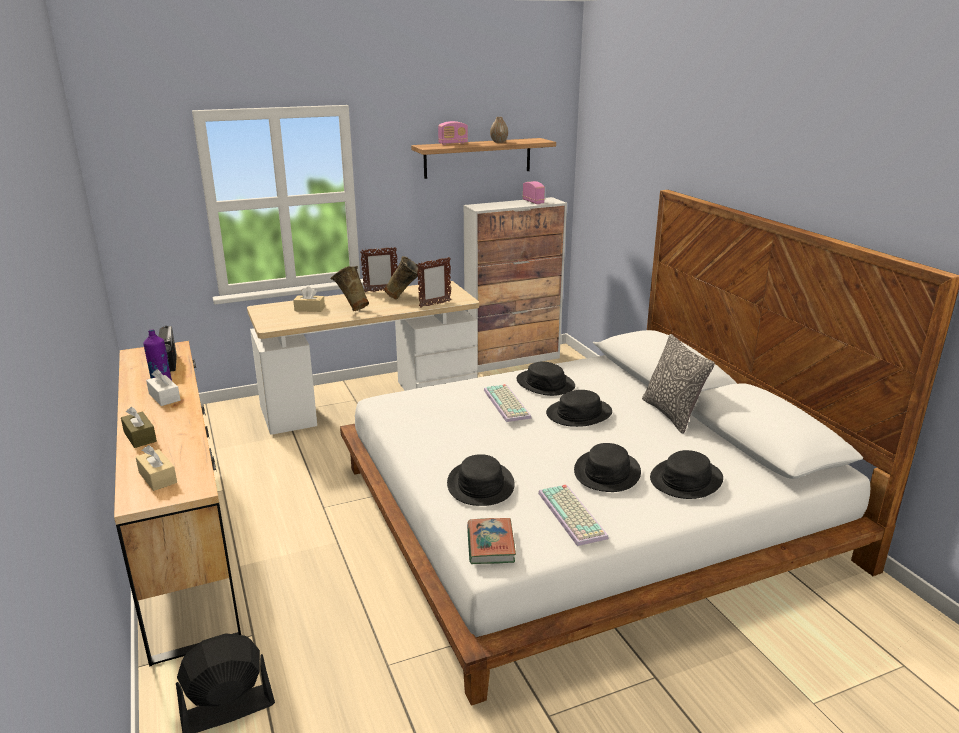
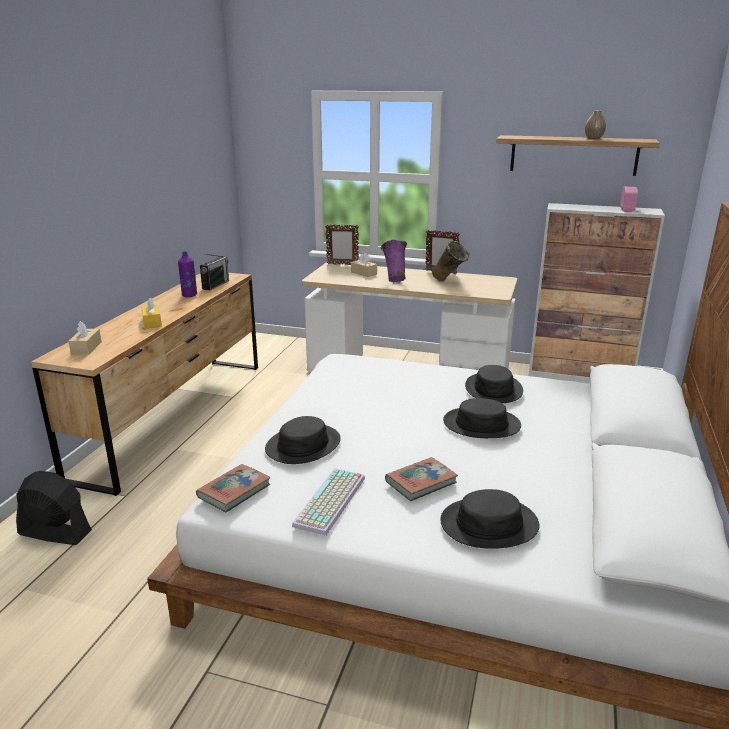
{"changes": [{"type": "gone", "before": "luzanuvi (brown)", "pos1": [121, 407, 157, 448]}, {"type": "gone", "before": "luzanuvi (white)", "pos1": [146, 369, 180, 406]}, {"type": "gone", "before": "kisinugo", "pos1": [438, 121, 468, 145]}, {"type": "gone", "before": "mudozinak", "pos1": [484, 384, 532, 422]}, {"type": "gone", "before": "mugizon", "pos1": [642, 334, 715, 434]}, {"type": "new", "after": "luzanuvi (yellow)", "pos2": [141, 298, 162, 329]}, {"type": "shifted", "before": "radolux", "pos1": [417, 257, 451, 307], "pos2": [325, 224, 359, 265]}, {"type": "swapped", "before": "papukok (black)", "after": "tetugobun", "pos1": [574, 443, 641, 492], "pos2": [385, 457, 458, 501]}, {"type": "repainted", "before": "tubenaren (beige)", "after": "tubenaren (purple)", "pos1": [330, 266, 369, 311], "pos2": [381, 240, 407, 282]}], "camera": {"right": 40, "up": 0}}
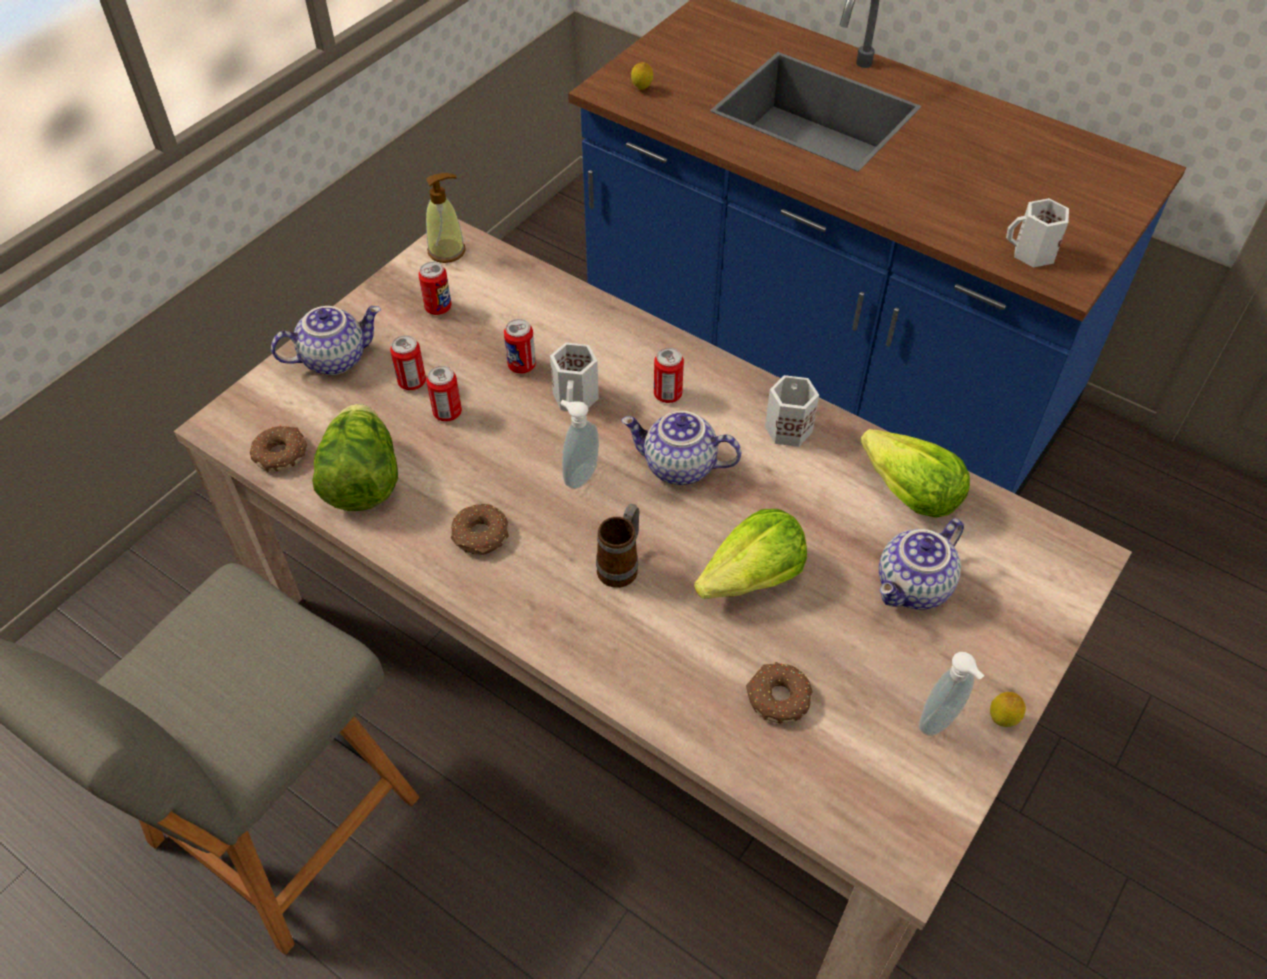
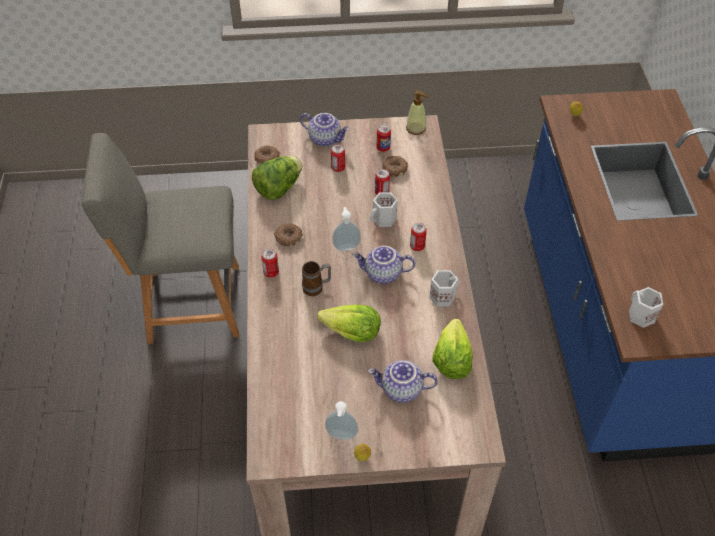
{"changes": [{"type": "shifted", "before": "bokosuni", "pos1": [426, 366, 462, 421], "pos2": [261, 249, 279, 278]}, {"type": "shifted", "before": "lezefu", "pos1": [746, 662, 813, 724], "pos2": [382, 156, 408, 177]}, {"type": "rotated", "before": "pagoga", "pos1": [621, 411, 741, 485], "pos2": [352, 246, 415, 284], "turn": -60}], "camera": {"right": 50, "up": 0}}
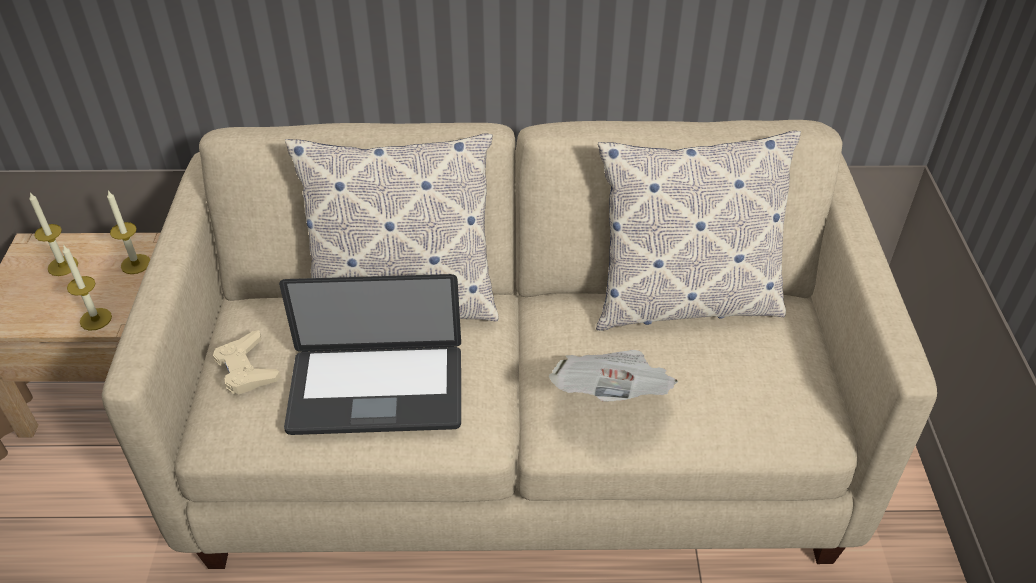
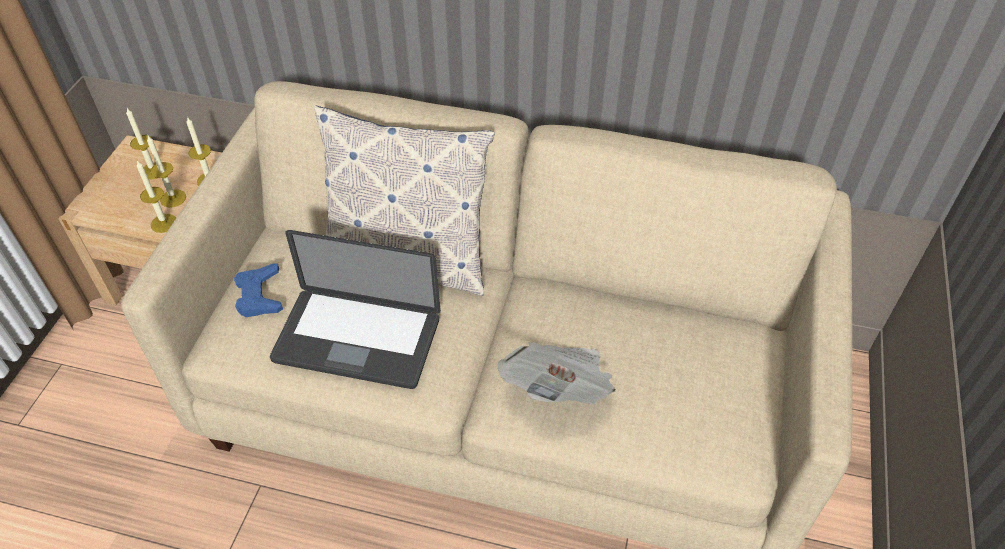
{"changes": [{"type": "gone", "before": "mugizon", "pos1": [596, 131, 801, 331]}, {"type": "new", "after": "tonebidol", "pos2": [147, 136, 186, 208]}, {"type": "repainted", "before": "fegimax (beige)", "after": "fegimax (blue)", "pos1": [213, 330, 281, 395], "pos2": [234, 264, 283, 317]}], "camera": {"right": 15, "up": 5}}
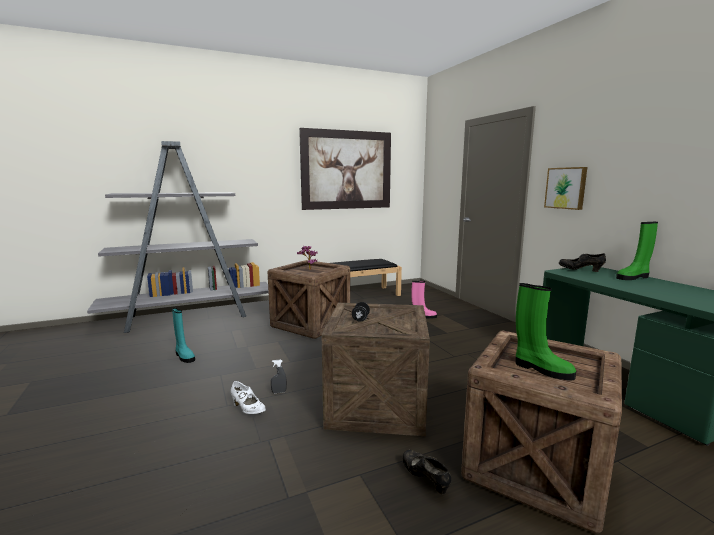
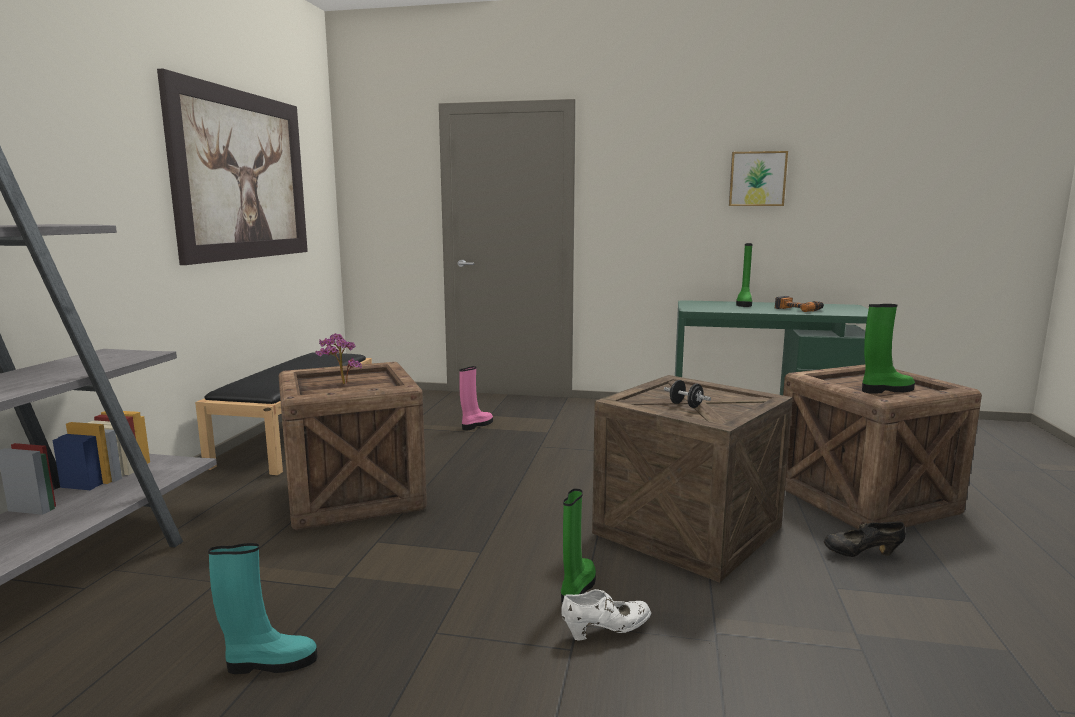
{"changes": [{"type": "gone", "before": "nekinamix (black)", "pos1": [559, 253, 606, 272]}, {"type": "new", "after": "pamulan", "pos2": [775, 296, 824, 312]}, {"type": "shifted", "before": "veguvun", "pos1": [544, 167, 587, 210], "pos2": [729, 151, 788, 206]}, {"type": "swapped", "before": "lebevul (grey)", "after": "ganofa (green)", "pos1": [271, 360, 287, 393], "pos2": [561, 489, 596, 603]}], "camera": {"right": -55, "up": 0}}
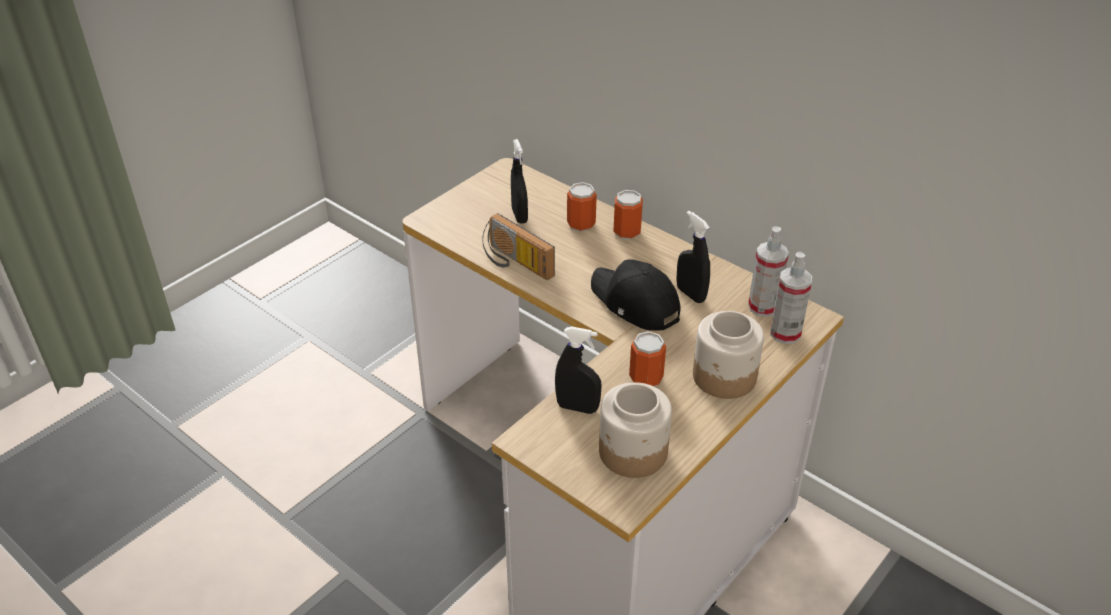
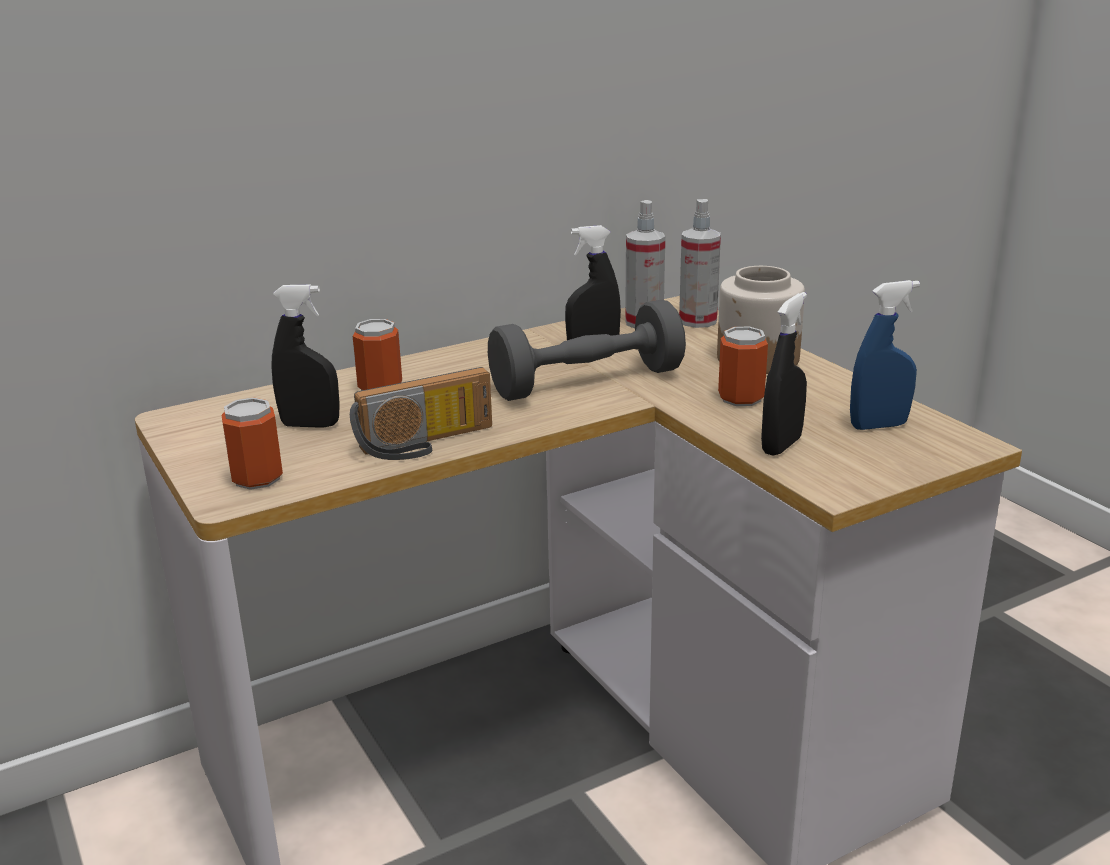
{"changes": [{"type": "shifted", "before": "bokosuni", "pos1": [613, 190, 643, 239], "pos2": [221, 398, 283, 490]}, {"type": "swapped", "before": "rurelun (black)", "after": "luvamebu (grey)", "pos1": [591, 259, 680, 331], "pos2": [488, 300, 686, 401]}, {"type": "swapped", "before": "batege", "after": "lebevul (blue)", "pos1": [599, 382, 672, 478], "pos2": [850, 280, 920, 430]}], "camera": {"right": -70, "up": -15}}
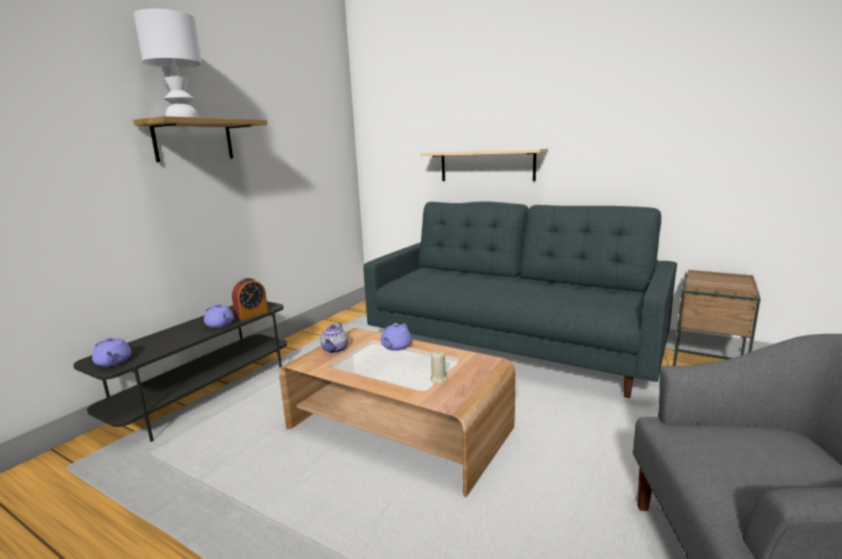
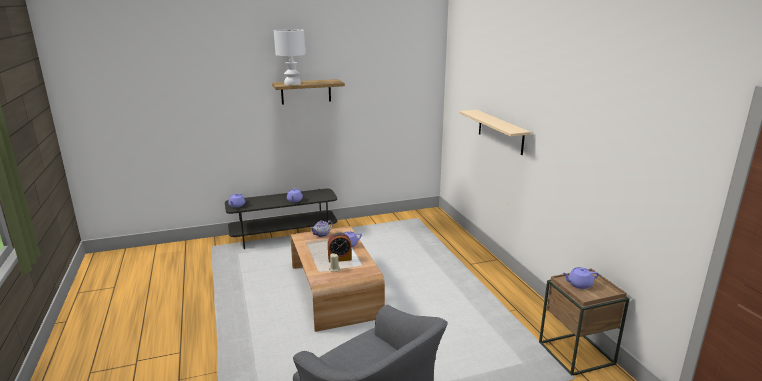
{"changes": [{"type": "gone", "before": "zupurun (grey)", "pos1": [363, 201, 677, 398]}, {"type": "new", "after": "pagoga (purple)", "pos2": [563, 267, 599, 289]}, {"type": "shifted", "before": "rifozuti", "pos1": [232, 278, 268, 320], "pos2": [328, 232, 352, 262]}], "camera": {"right": 40, "up": 5}}
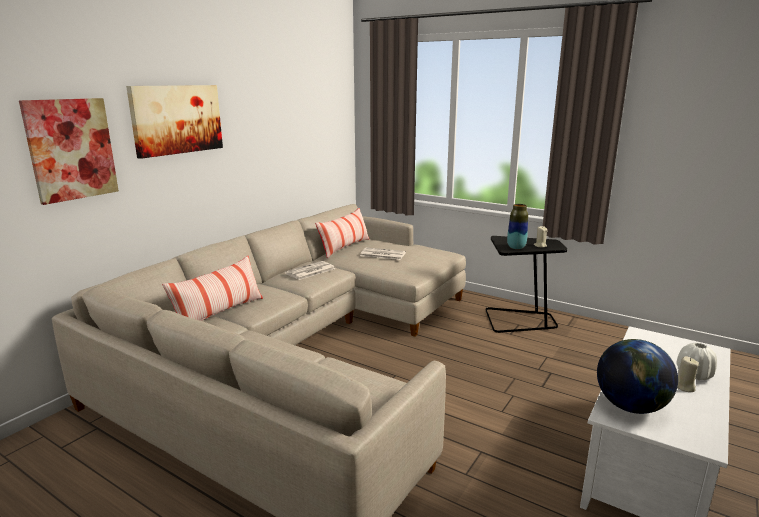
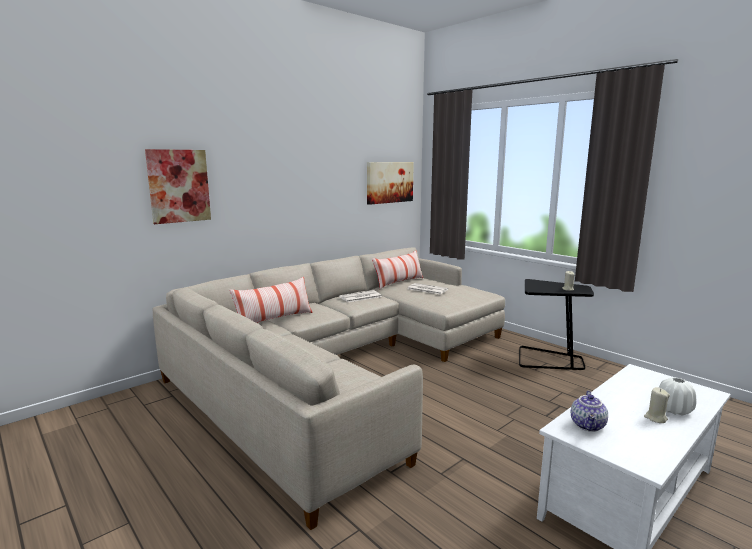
{"changes": [{"type": "gone", "before": "tubenaren", "pos1": [507, 204, 528, 249]}, {"type": "shifted", "before": "veguvun", "pos1": [126, 85, 223, 159], "pos2": [367, 162, 414, 205]}, {"type": "swapped", "before": "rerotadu", "after": "pagoga", "pos1": [597, 339, 678, 414], "pos2": [571, 391, 608, 432]}], "camera": {"right": 15, "up": -5}}
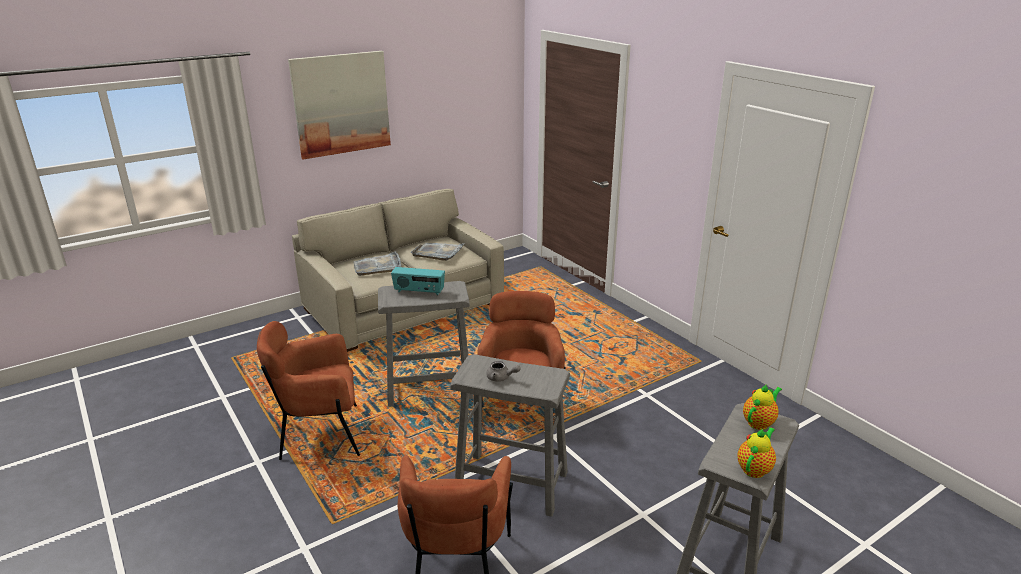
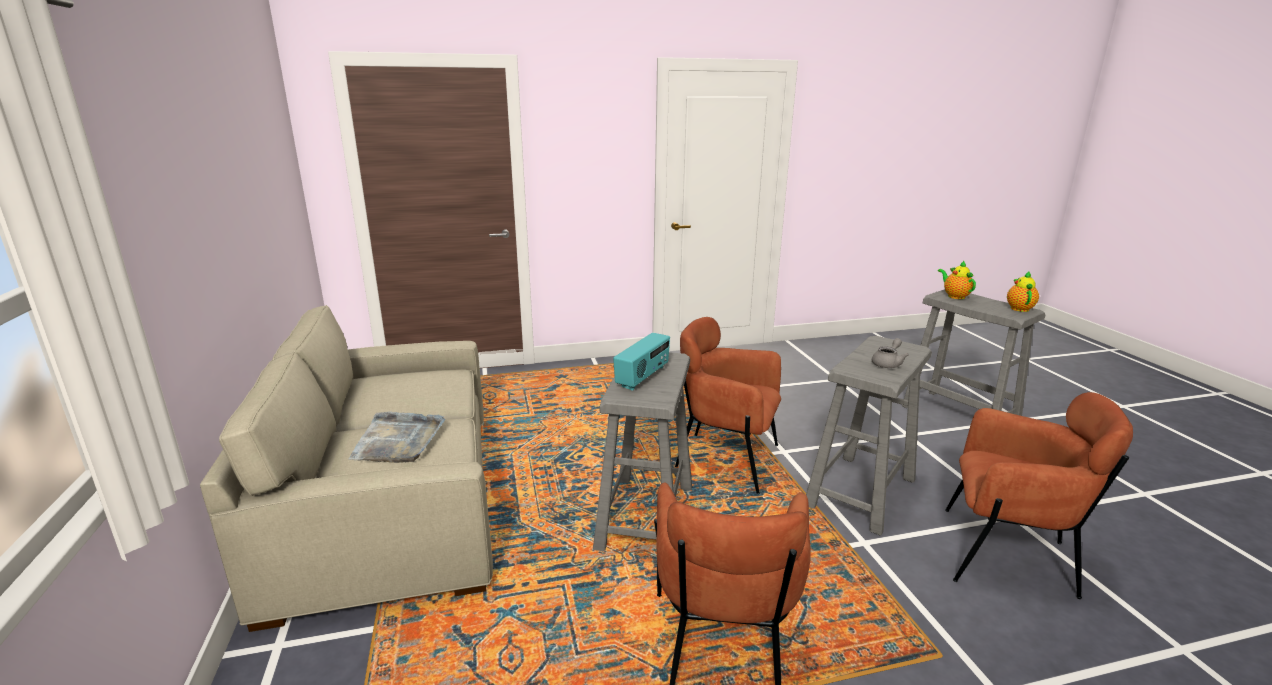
{"changes": [{"type": "gone", "before": "veguvun", "pos1": [288, 51, 391, 160]}, {"type": "gone", "before": "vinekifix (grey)", "pos1": [411, 243, 465, 261]}, {"type": "rotated", "before": "pagoga", "pos1": [737, 427, 776, 478], "pos2": [1007, 271, 1039, 312], "turn": 45}], "camera": {"right": -70, "up": -5}}
